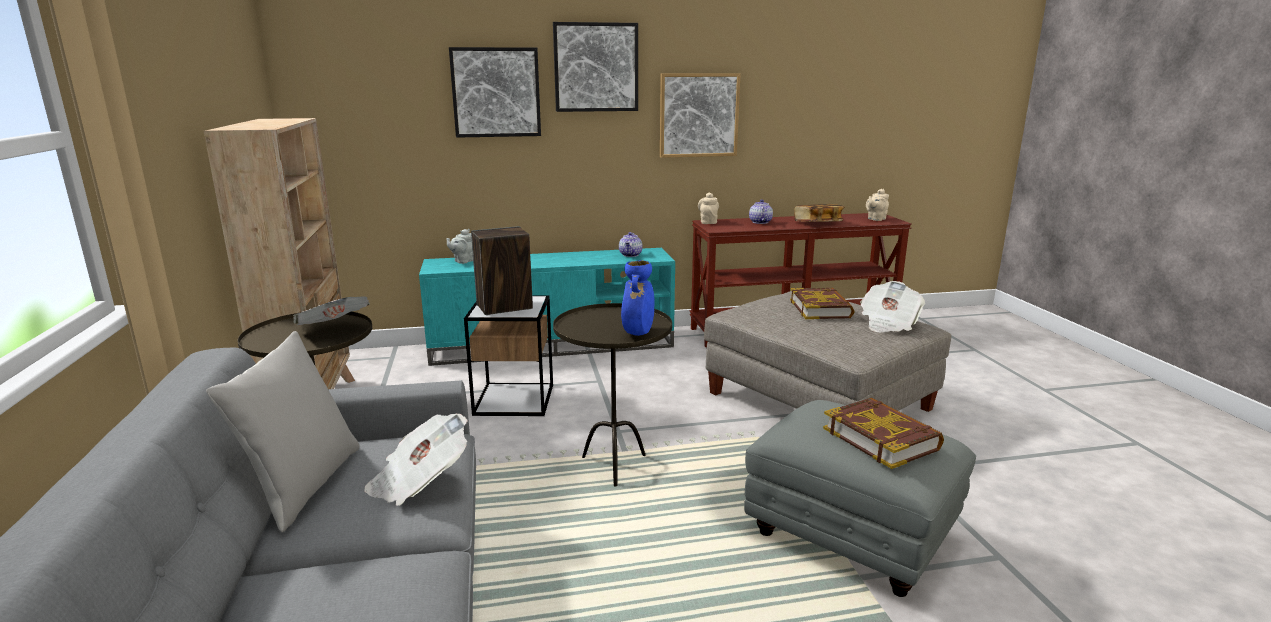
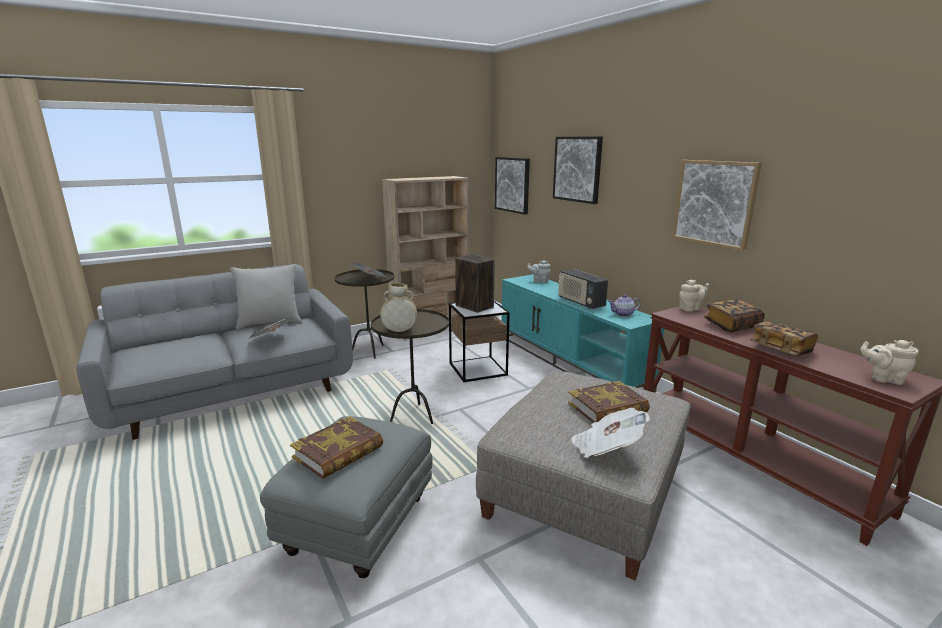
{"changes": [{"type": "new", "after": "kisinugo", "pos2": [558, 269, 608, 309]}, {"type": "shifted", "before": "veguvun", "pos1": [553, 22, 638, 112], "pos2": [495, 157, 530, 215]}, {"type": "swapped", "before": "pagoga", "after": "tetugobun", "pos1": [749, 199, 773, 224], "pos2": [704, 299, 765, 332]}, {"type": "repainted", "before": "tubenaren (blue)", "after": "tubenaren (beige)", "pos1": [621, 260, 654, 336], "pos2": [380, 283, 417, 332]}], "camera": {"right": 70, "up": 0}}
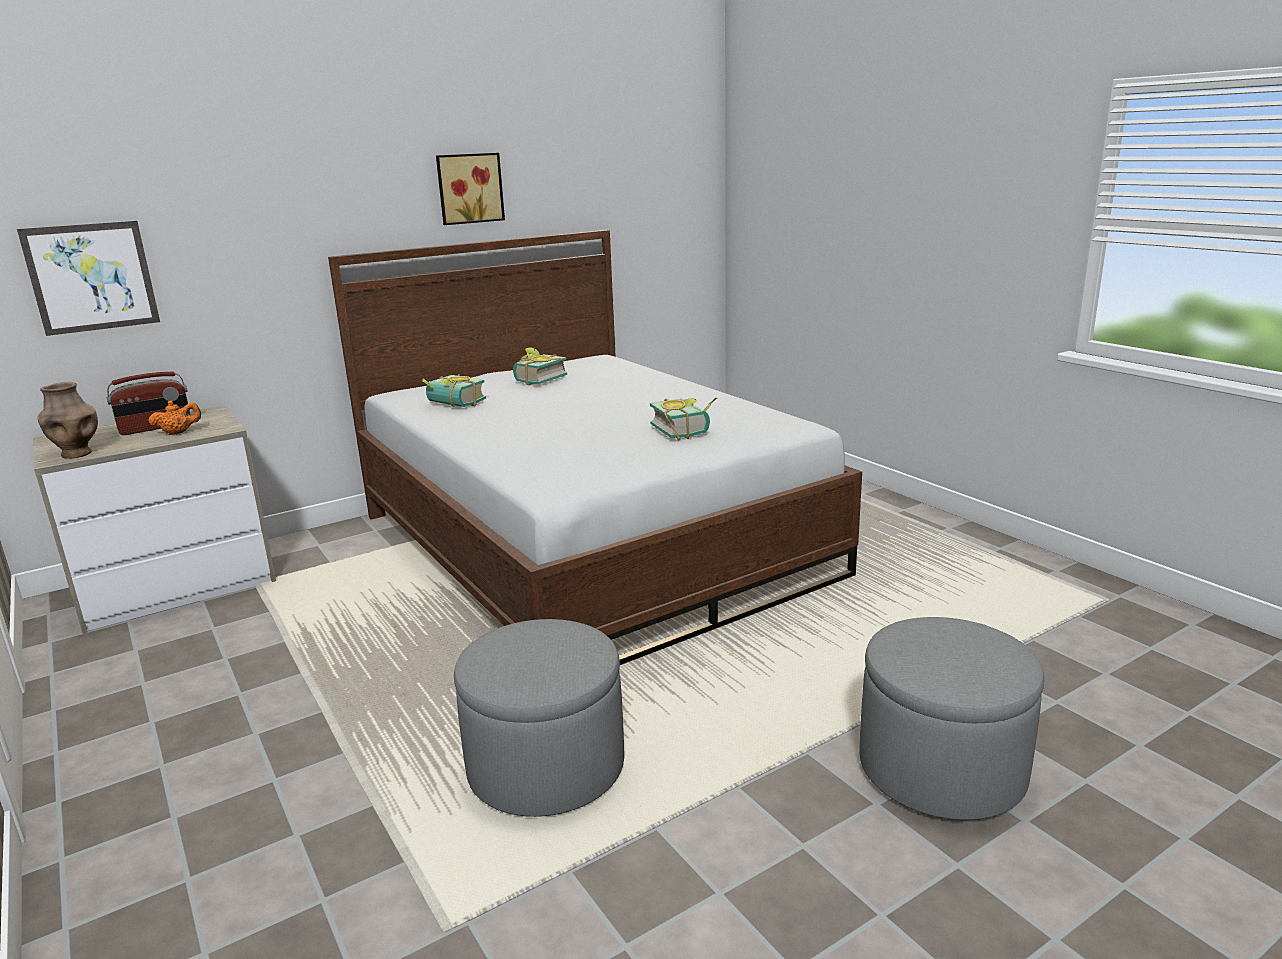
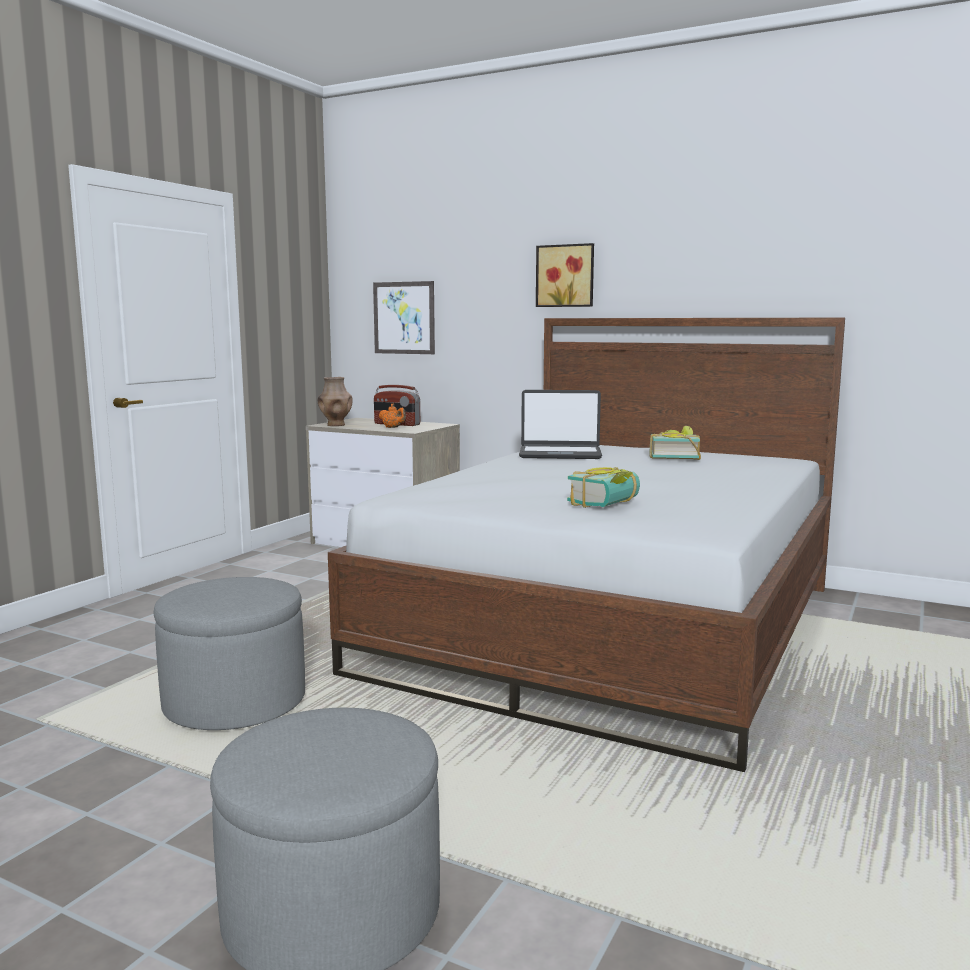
{"changes": [{"type": "shifted", "before": "veguvun", "pos1": [436, 153, 505, 225], "pos2": [536, 243, 594, 307]}, {"type": "swapped", "before": "tetugobun", "after": "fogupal", "pos1": [422, 374, 486, 407], "pos2": [519, 390, 602, 459]}], "camera": {"right": 60, "up": -10}}
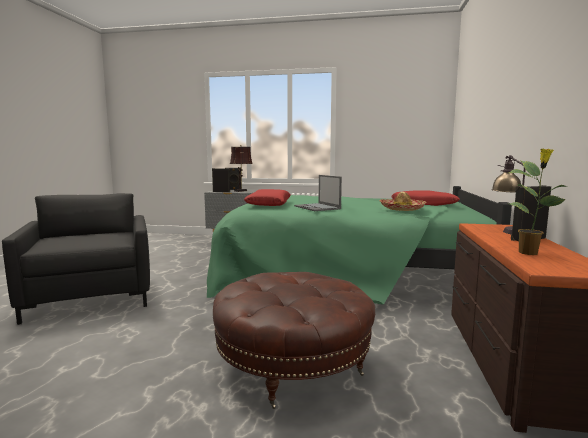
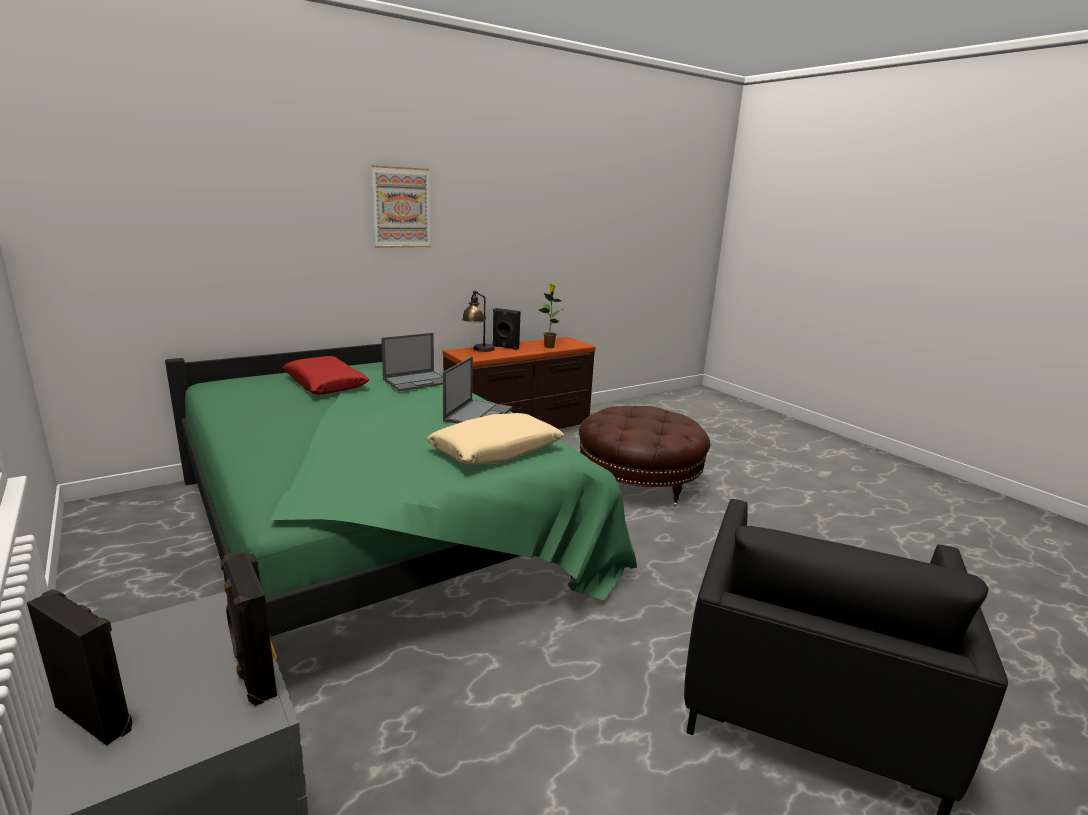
{"changes": [{"type": "gone", "before": "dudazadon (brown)", "pos1": [230, 145, 253, 192]}, {"type": "new", "after": "veguvun", "pos2": [372, 165, 431, 248]}, {"type": "swapped", "before": "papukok", "after": "fogupal", "pos1": [380, 192, 426, 211], "pos2": [381, 333, 443, 391]}, {"type": "repainted", "before": "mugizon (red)", "after": "mugizon (beige)", "pos1": [244, 189, 291, 206], "pos2": [427, 413, 564, 465]}], "camera": {"right": -135, "up": 10}}
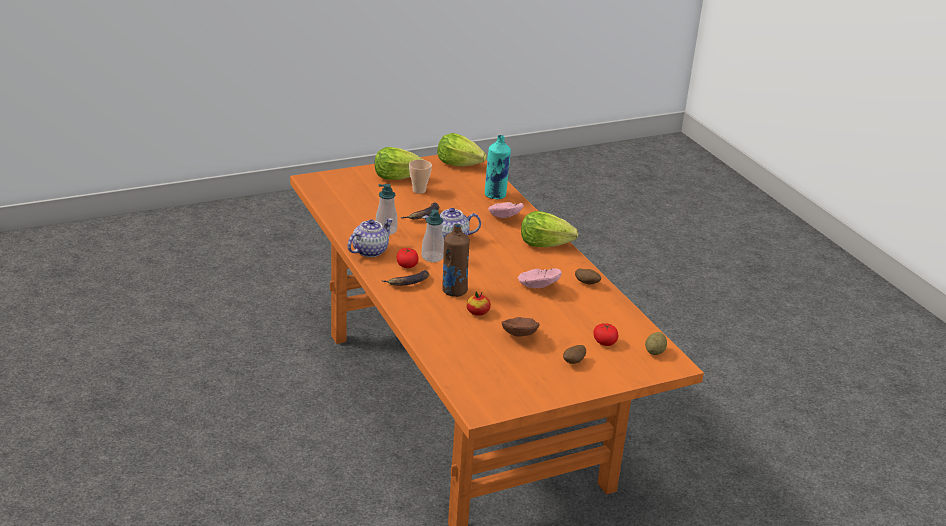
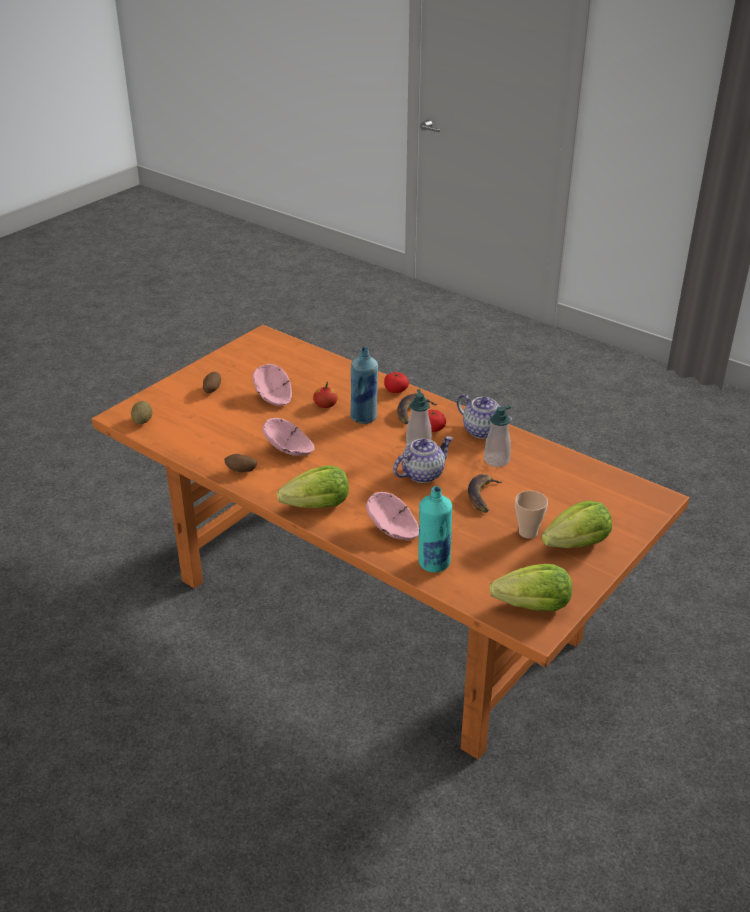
{"changes": [{"type": "shifted", "before": "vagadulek", "pos1": [593, 323, 618, 346], "pos2": [384, 372, 409, 393]}, {"type": "repainted", "before": "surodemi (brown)", "after": "surodemi (blue)", "pos1": [442, 224, 470, 297], "pos2": [350, 347, 378, 424]}, {"type": "repainted", "before": "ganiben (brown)", "after": "ganiben (pink)", "pos1": [501, 317, 540, 337], "pos2": [252, 364, 292, 406]}, {"type": "rotated", "before": "pagoga", "pos1": [347, 218, 393, 257], "pos2": [457, 394, 512, 439], "turn": -60}], "camera": {"right": 155, "up": 5}}
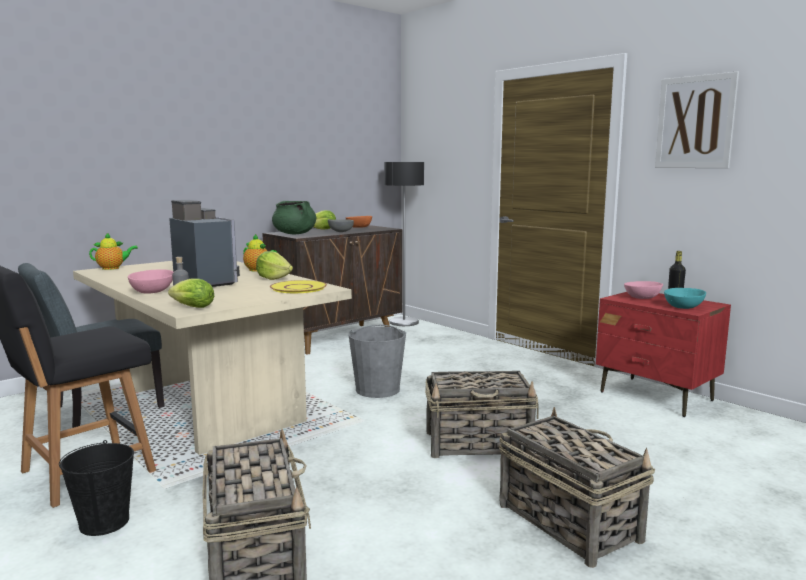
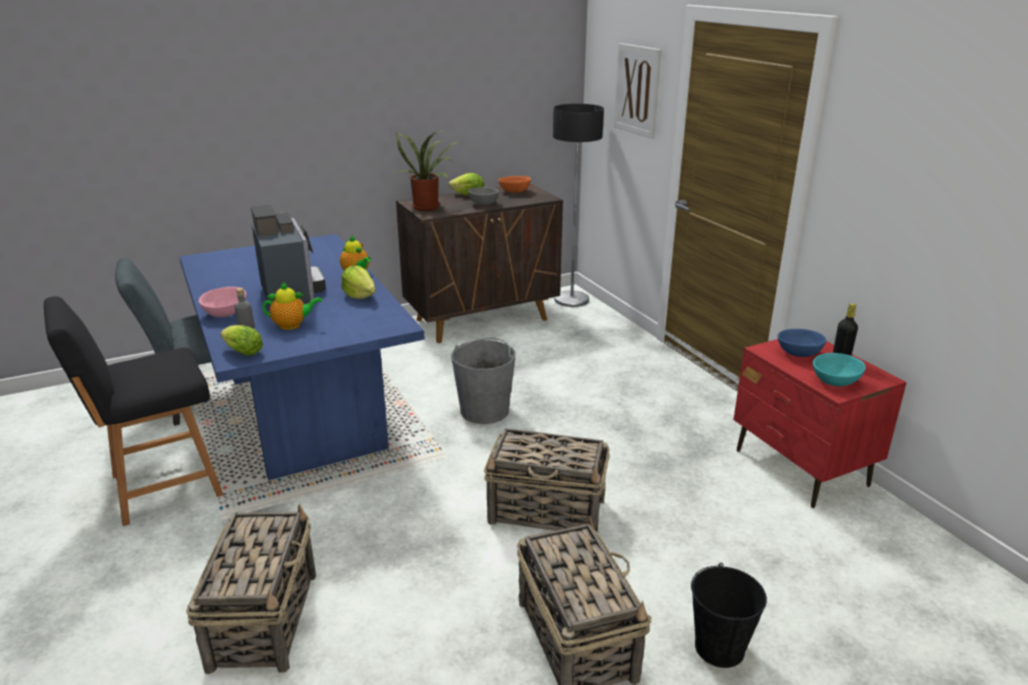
{"changes": [{"type": "gone", "before": "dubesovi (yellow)", "pos1": [270, 280, 327, 293]}, {"type": "shifted", "before": "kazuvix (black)", "pos1": [59, 440, 134, 536], "pos2": [691, 563, 767, 668]}, {"type": "shifted", "before": "pagoga", "pos1": [89, 232, 138, 270], "pos2": [262, 282, 322, 330]}, {"type": "shifted", "before": "veguvun", "pos1": [655, 71, 739, 168], "pos2": [614, 43, 662, 139]}, {"type": "swapped", "before": "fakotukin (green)", "after": "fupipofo", "pos1": [272, 201, 316, 234], "pos2": [395, 130, 459, 211]}, {"type": "repainted", "before": "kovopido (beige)", "after": "kovopido (blue)", "pos1": [73, 261, 352, 455], "pos2": [180, 234, 425, 481]}, {"type": "repainted", "before": "ganiben (pink)", "after": "ganiben (blue)", "pos1": [624, 281, 663, 299], "pos2": [778, 329, 826, 357]}], "camera": {"right": 15, "up": 15}}
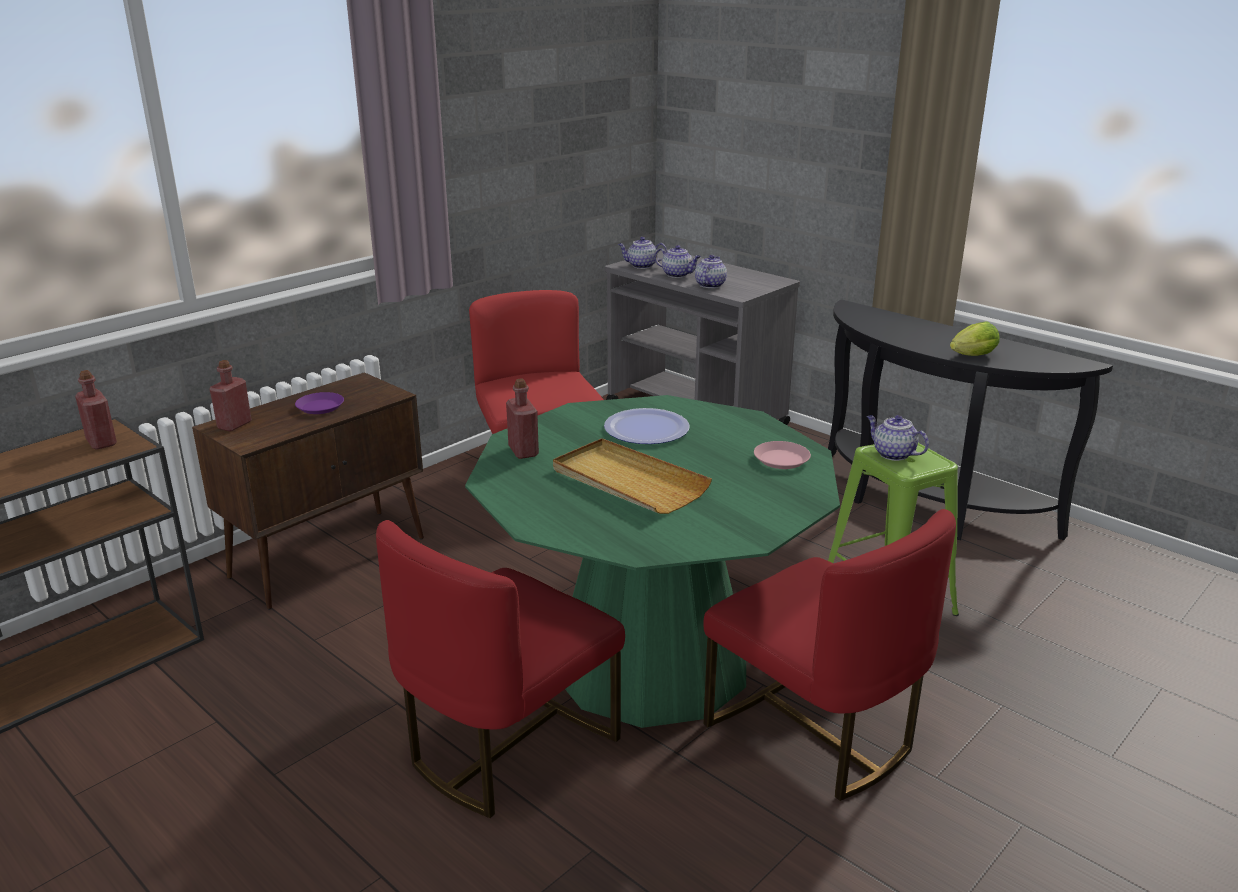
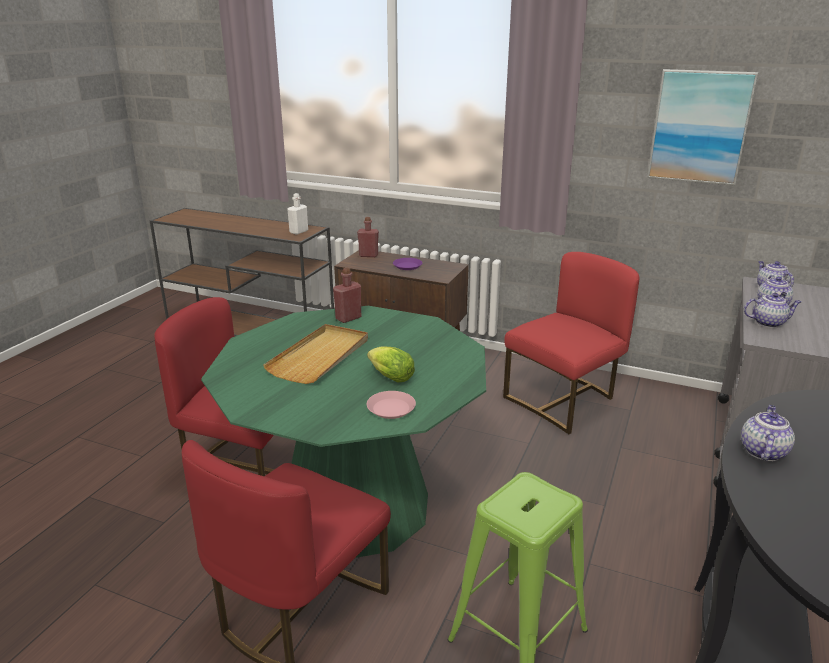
{"changes": [{"type": "gone", "before": "dubesovi", "pos1": [604, 408, 690, 444]}, {"type": "new", "after": "veguvun", "pos2": [647, 69, 758, 186]}, {"type": "shifted", "before": "pagoga", "pos1": [867, 415, 929, 461], "pos2": [741, 405, 795, 461]}, {"type": "shifted", "before": "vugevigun", "pos1": [950, 322, 1000, 356], "pos2": [367, 347, 415, 382]}, {"type": "repainted", "before": "surodemi (red)", "after": "surodemi (white)", "pos1": [75, 370, 117, 450], "pos2": [287, 193, 308, 235]}], "camera": {"right": 70, "up": 0}}
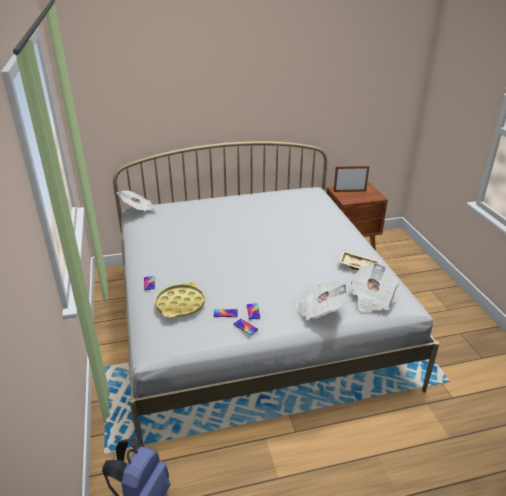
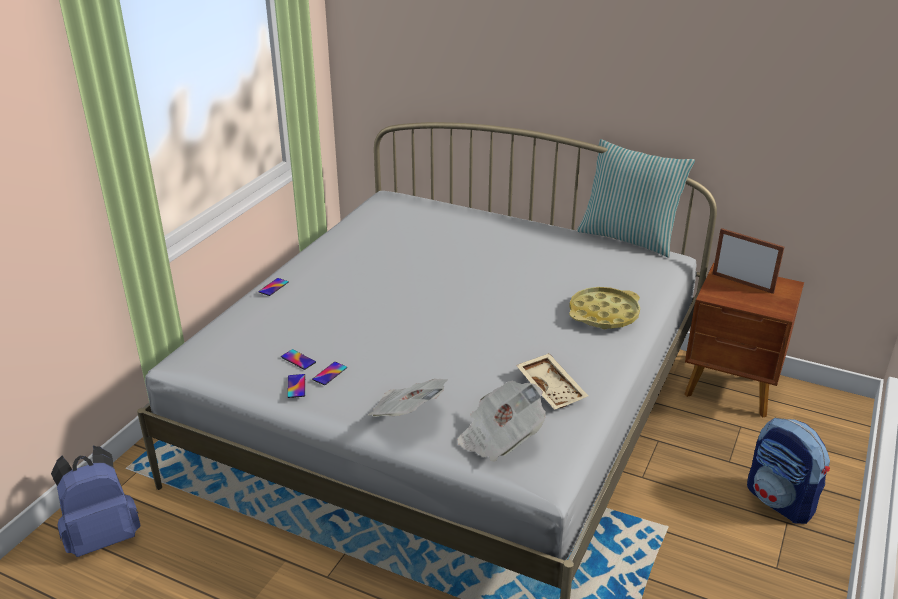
{"changes": [{"type": "gone", "before": "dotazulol", "pos1": [117, 191, 157, 211]}, {"type": "new", "after": "mugizon", "pos2": [577, 139, 695, 258]}, {"type": "new", "after": "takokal", "pos2": [747, 418, 830, 524]}, {"type": "shifted", "before": "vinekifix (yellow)", "pos1": [155, 282, 205, 318], "pos2": [569, 287, 640, 329]}], "camera": {"right": 40, "up": 0}}
